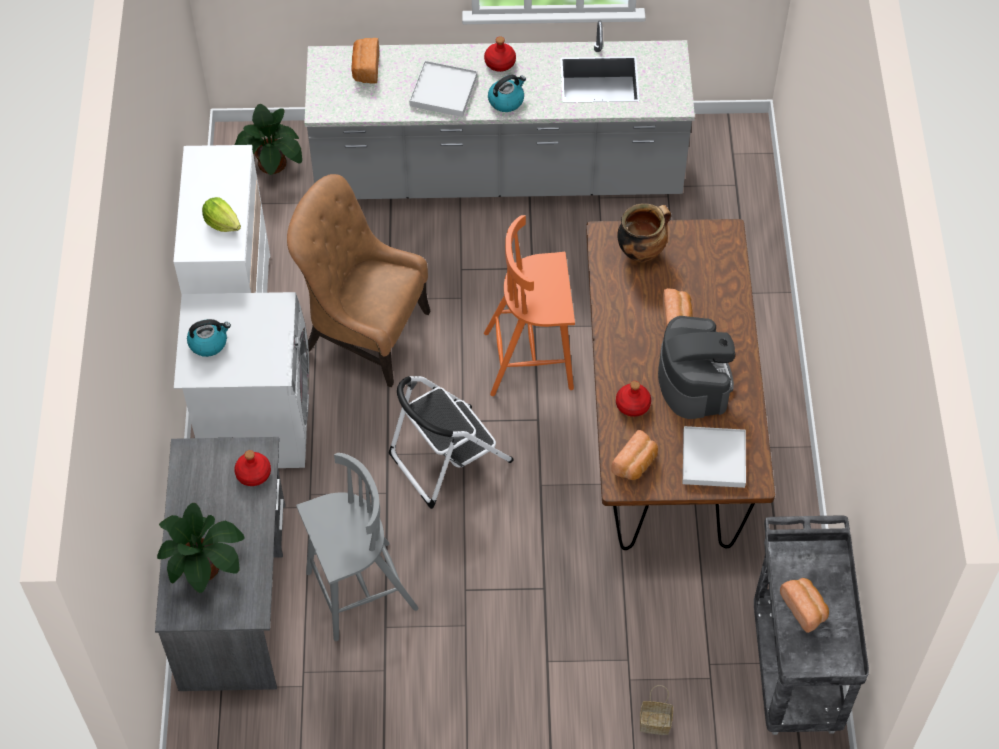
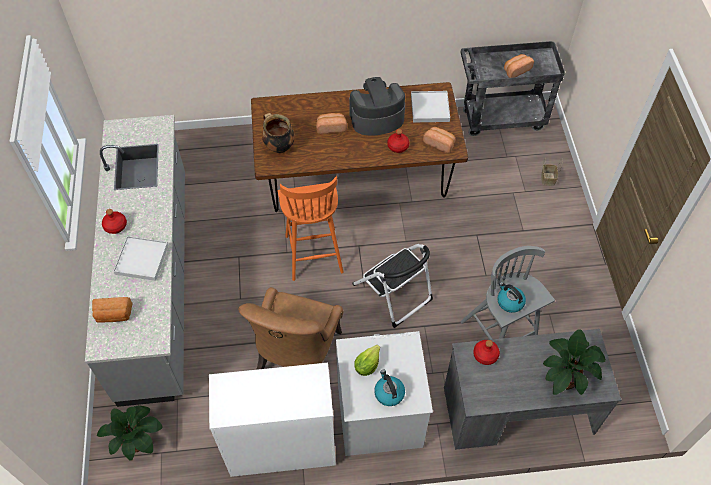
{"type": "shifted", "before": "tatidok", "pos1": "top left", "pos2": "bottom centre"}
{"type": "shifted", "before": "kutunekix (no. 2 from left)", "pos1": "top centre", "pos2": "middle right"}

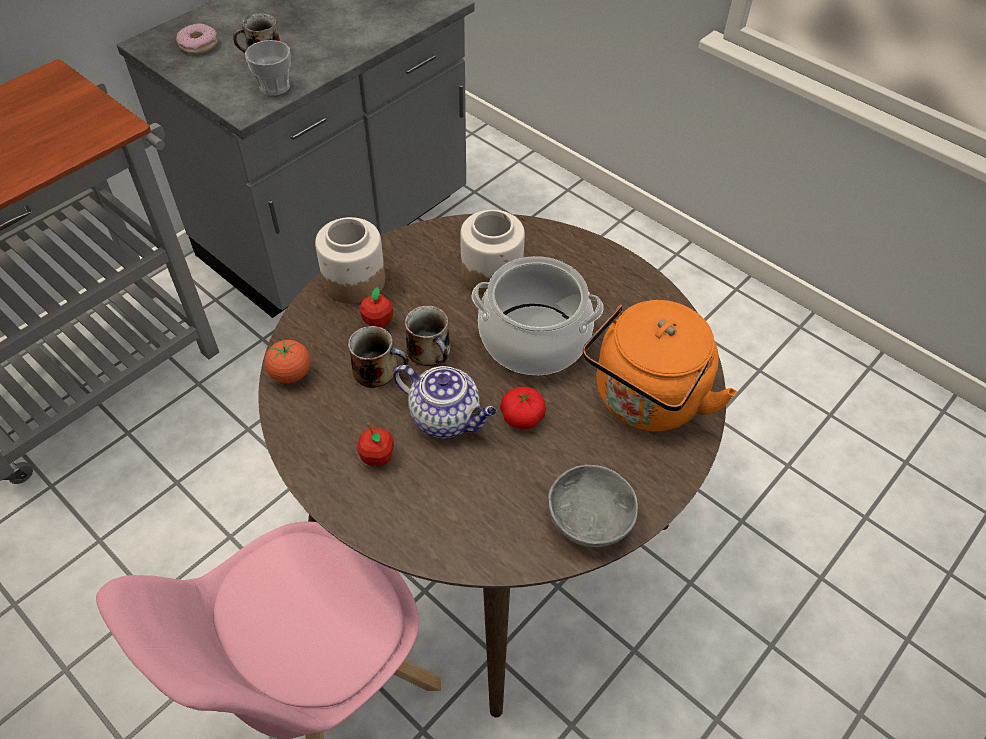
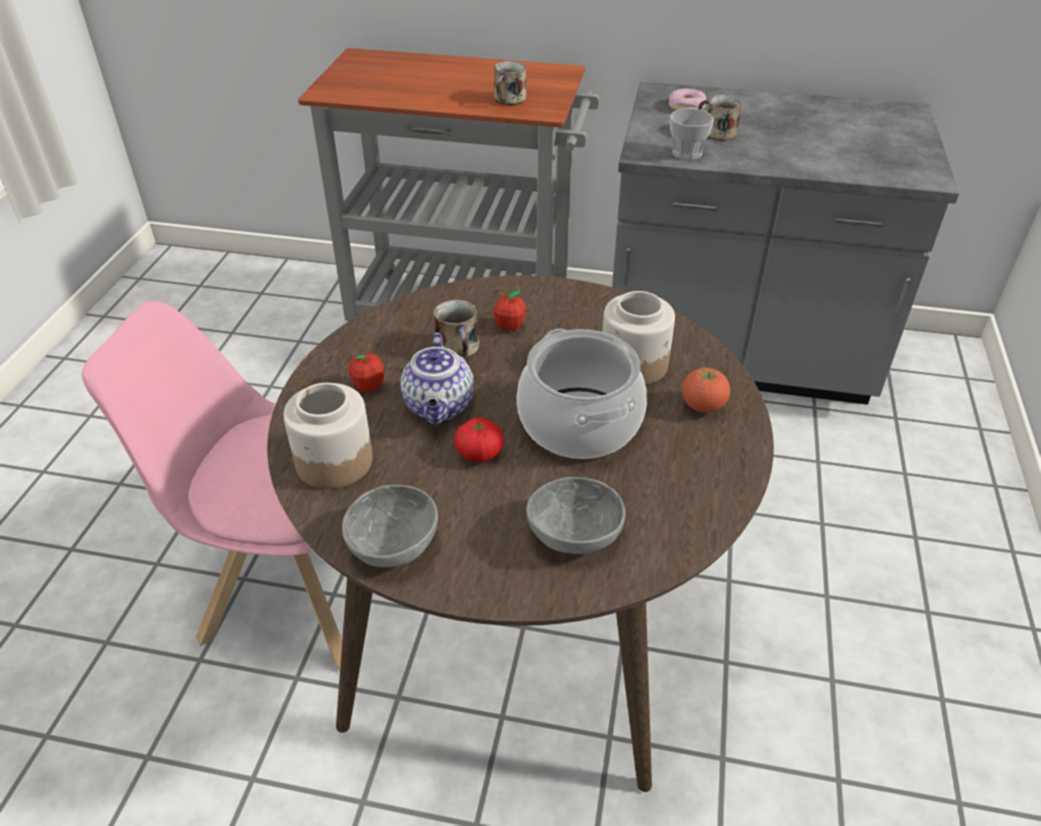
{"type": "shifted", "before": "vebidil (no. 1 from left)", "pos1": "centre", "pos2": "middle left"}
{"type": "shifted", "before": "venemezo (no. 3 from left in the first image)", "after": "venemezo (no. 2 from left)", "pos1": "centre", "pos2": "top centre"}
{"type": "swapped", "before": "orange_kutunekix", "after": "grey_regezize (no. 2 from left)", "pos1": "middle right", "pos2": "centre"}
{"type": "shifted", "before": "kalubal (no. 1 from left in the first image)", "after": "kalubal (no. 2 from left)", "pos1": "middle left", "pos2": "middle right"}

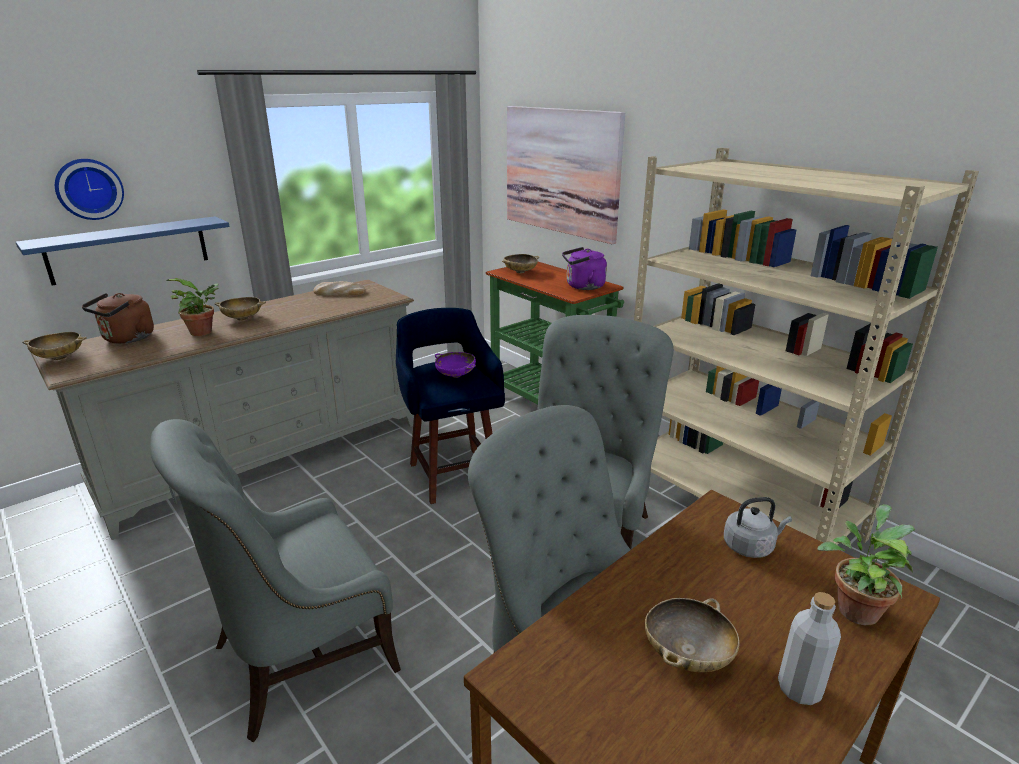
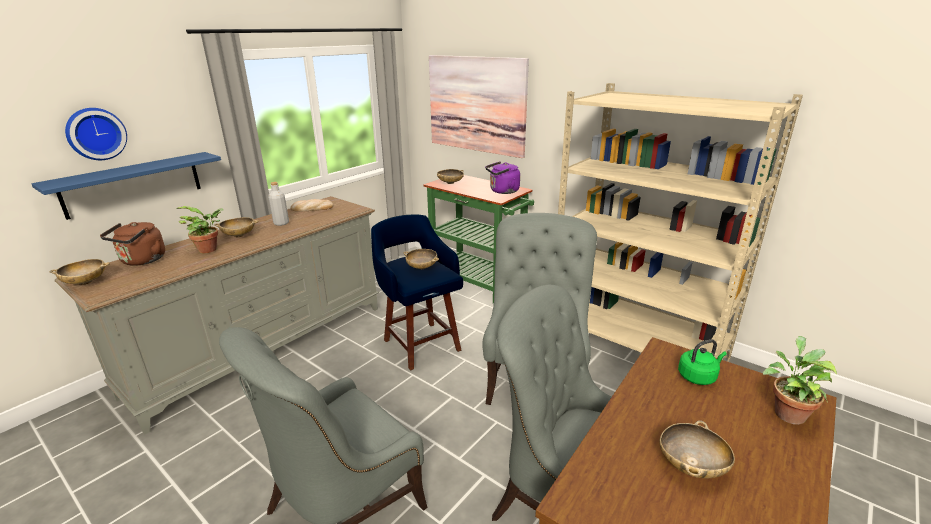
{"type": "shifted", "before": "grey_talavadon", "pos1": "bottom right", "pos2": "middle left"}
{"type": "repainted", "before": "purple_regezize", "after": "beige_regezize (no. 3 from left)", "pos1": "centre", "pos2": "centre"}
{"type": "repainted", "before": "grey_kutunekix", "after": "green_kutunekix", "pos1": "bottom right", "pos2": "bottom right"}

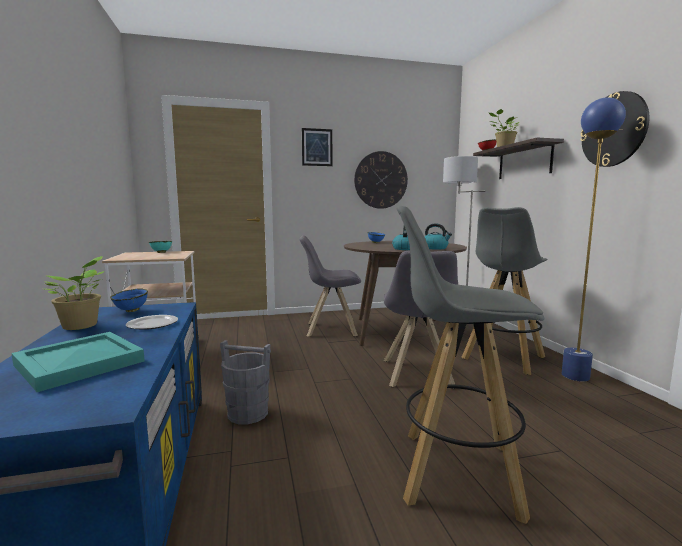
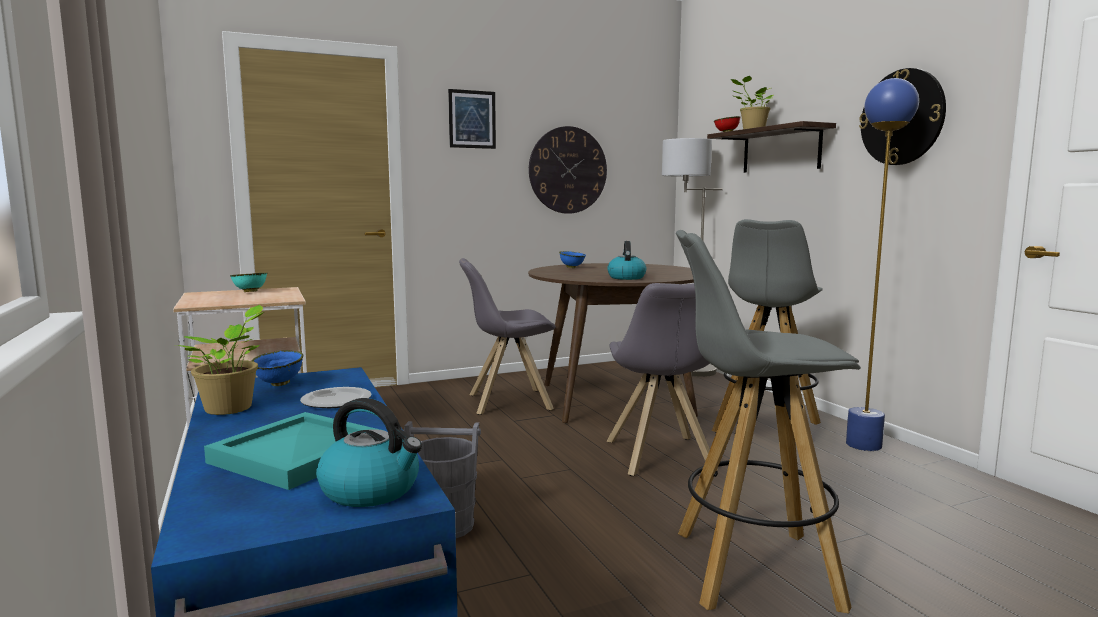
{"type": "shifted", "before": "kutunekix (no. 2 from left in the first image)", "after": "kutunekix (no. 1 from left)", "pos1": "centre", "pos2": "bottom centre"}

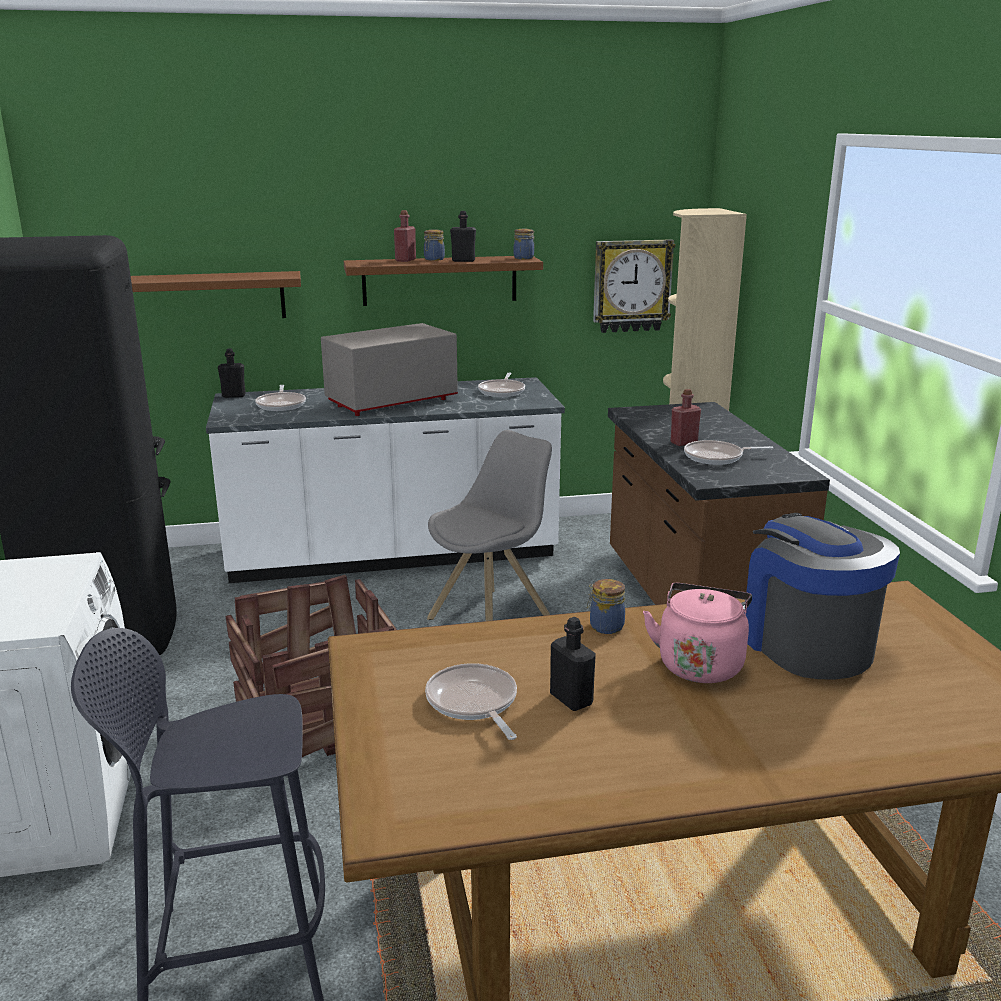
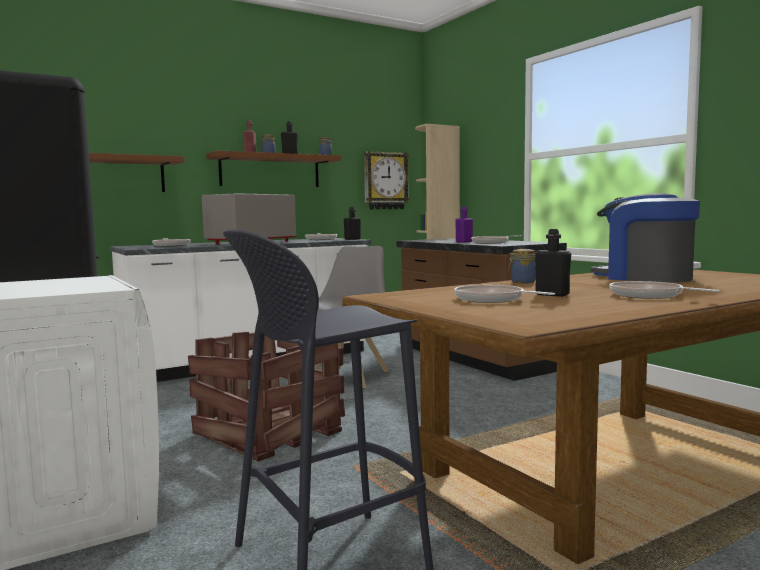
{"type": "shifted", "before": "black_talavadon (no. 1 from left in the first image)", "after": "black_talavadon (no. 2 from left)", "pos1": "middle left", "pos2": "centre"}
{"type": "repainted", "before": "red_talavadon (no. 2 from left)", "after": "purple_talavadon", "pos1": "middle right", "pos2": "centre"}
{"type": "new", "after": "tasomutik (no. 5 from left)", "pos2": "middle right"}
{"type": "gone", "before": "pink_kutunekix", "pos1": "middle right"}

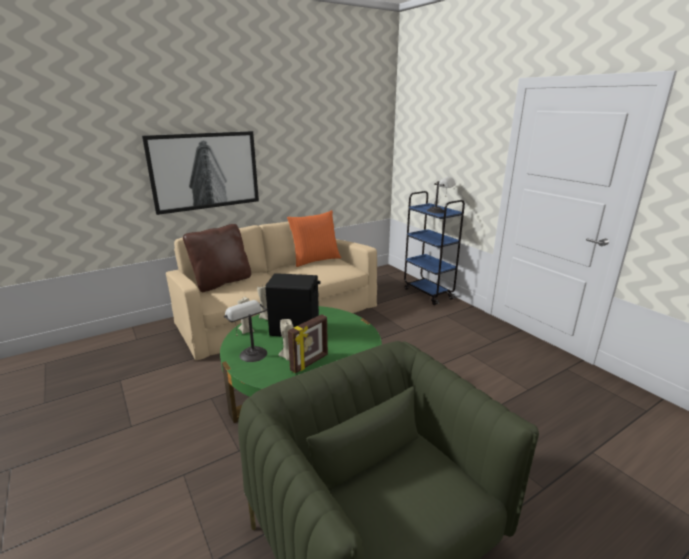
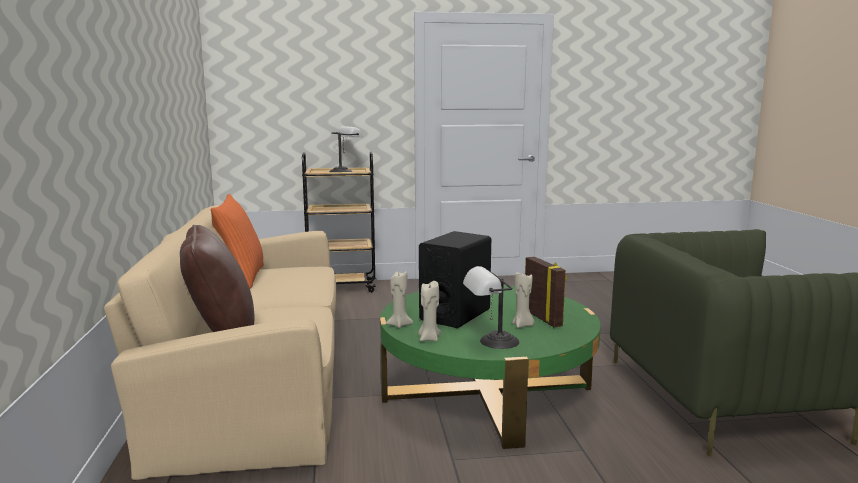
{"type": "repainted", "before": "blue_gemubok", "after": "brown_gemubok", "pos1": "centre", "pos2": "centre"}
{"type": "gone", "before": "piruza", "pos1": "top left"}

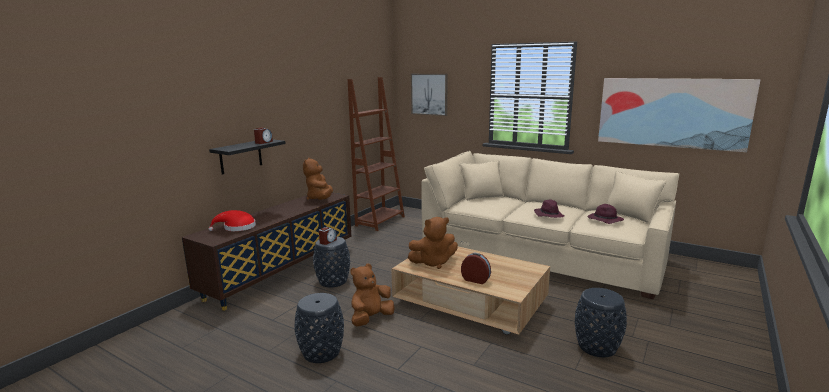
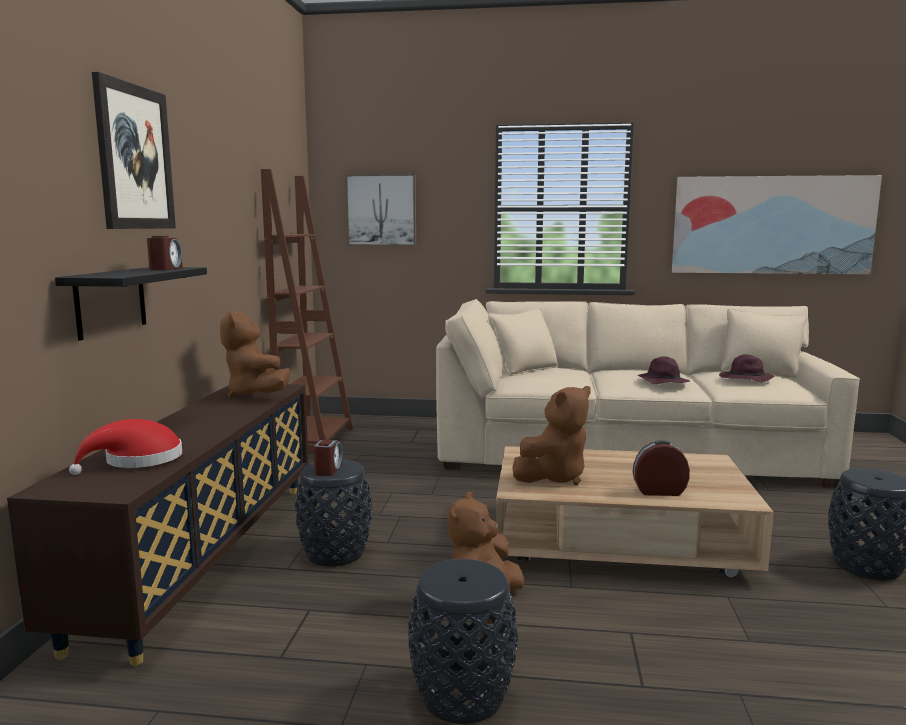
{"type": "new", "after": "piruza (no. 1 from left)", "pos2": "top left"}

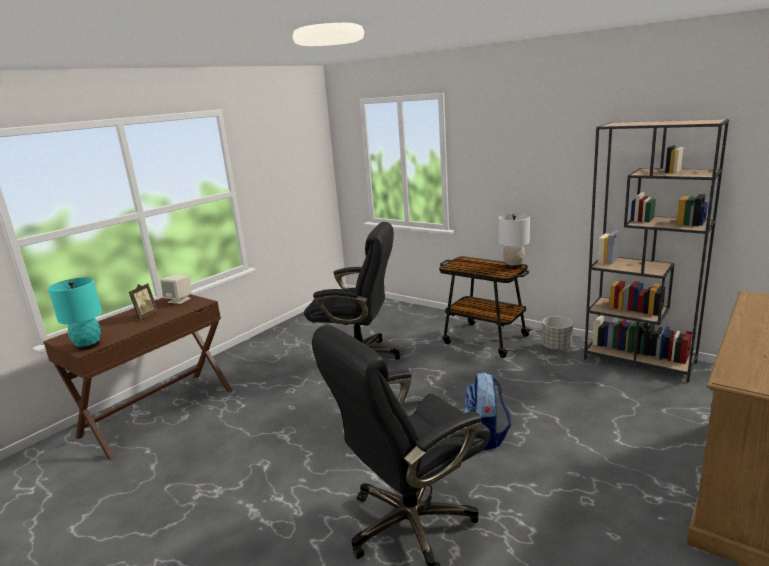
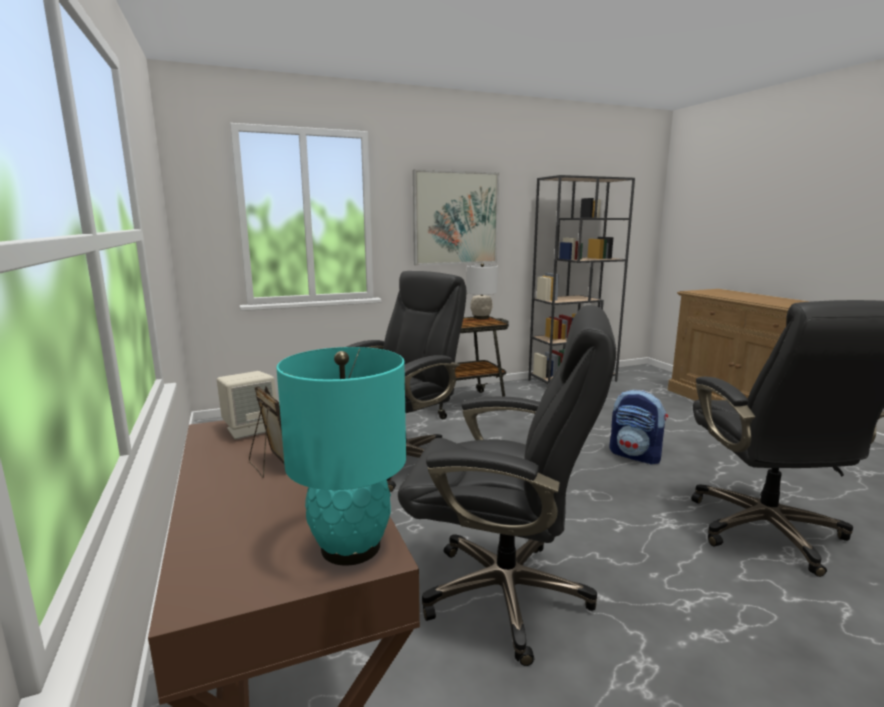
{"type": "new", "after": "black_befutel (no. 2 from left)", "pos2": "bottom centre"}
{"type": "new", "after": "piruza", "pos2": "top centre"}
{"type": "gone", "before": "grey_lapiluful", "pos1": "middle right"}

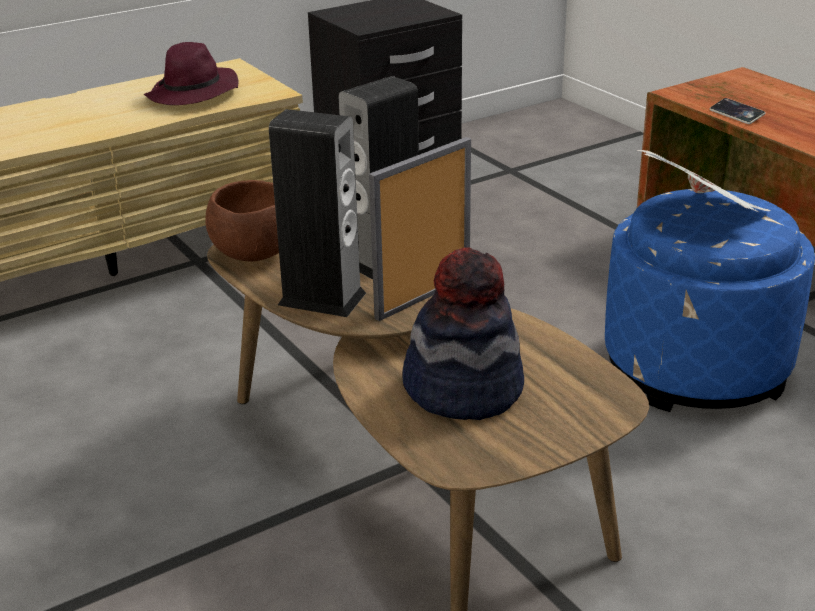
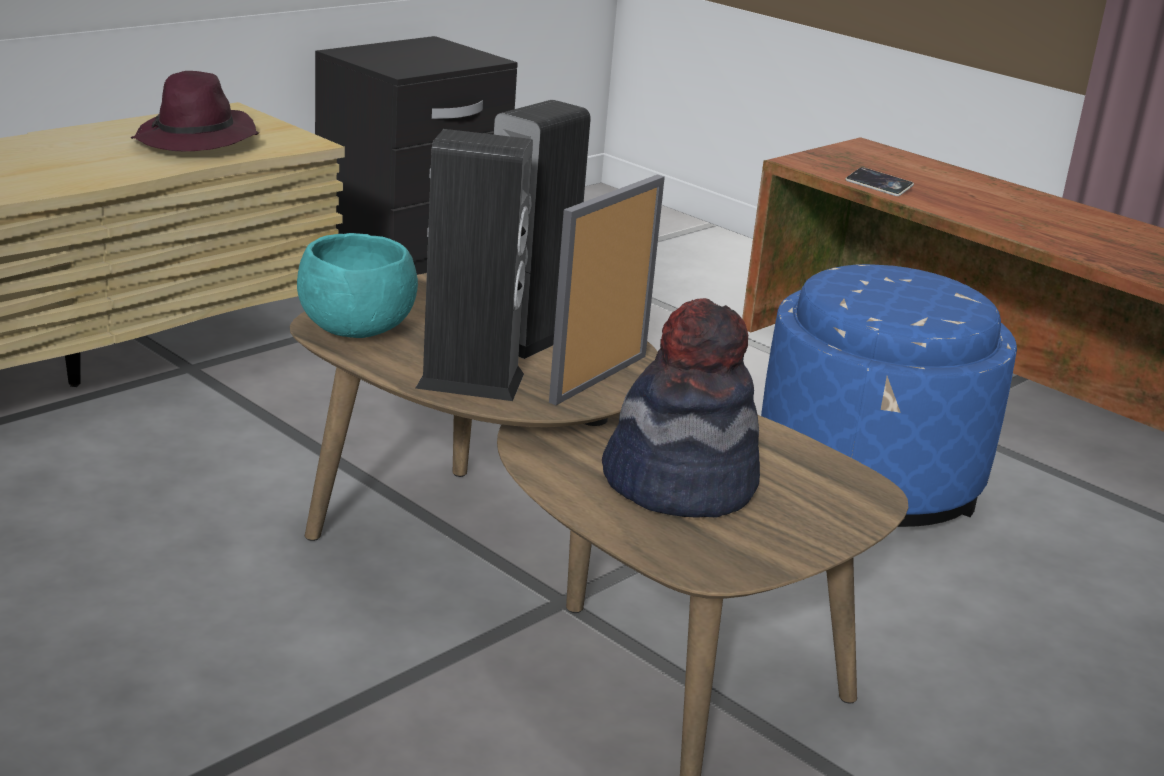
{"type": "repainted", "before": "brown_regezize", "after": "turquoise_regezize", "pos1": "middle left", "pos2": "middle left"}
{"type": "gone", "before": "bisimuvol", "pos1": "top right"}

